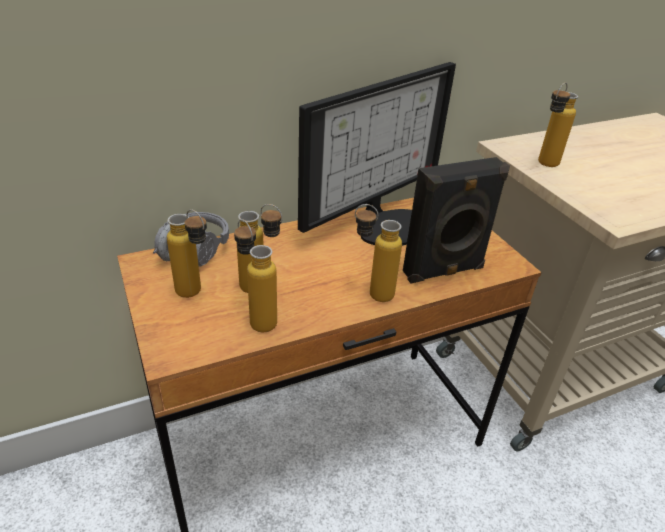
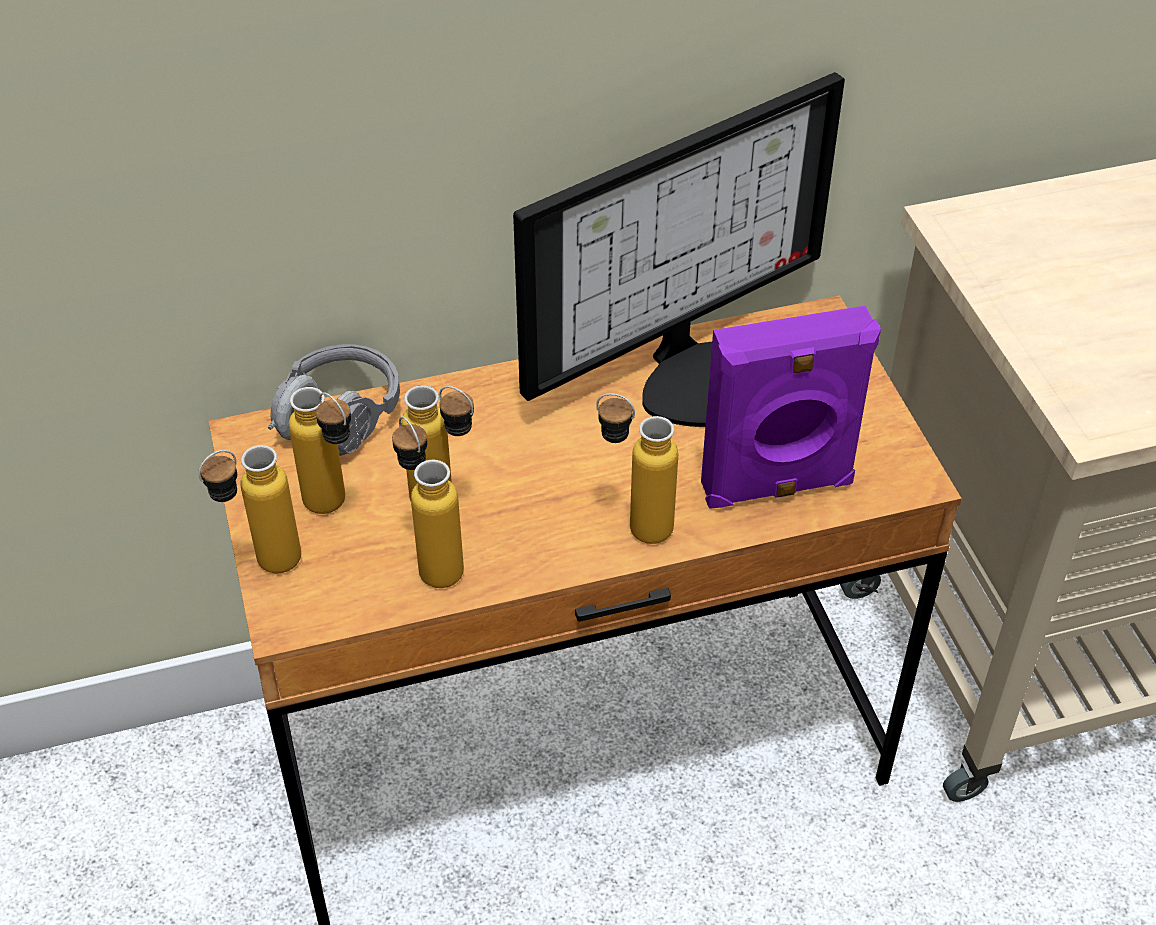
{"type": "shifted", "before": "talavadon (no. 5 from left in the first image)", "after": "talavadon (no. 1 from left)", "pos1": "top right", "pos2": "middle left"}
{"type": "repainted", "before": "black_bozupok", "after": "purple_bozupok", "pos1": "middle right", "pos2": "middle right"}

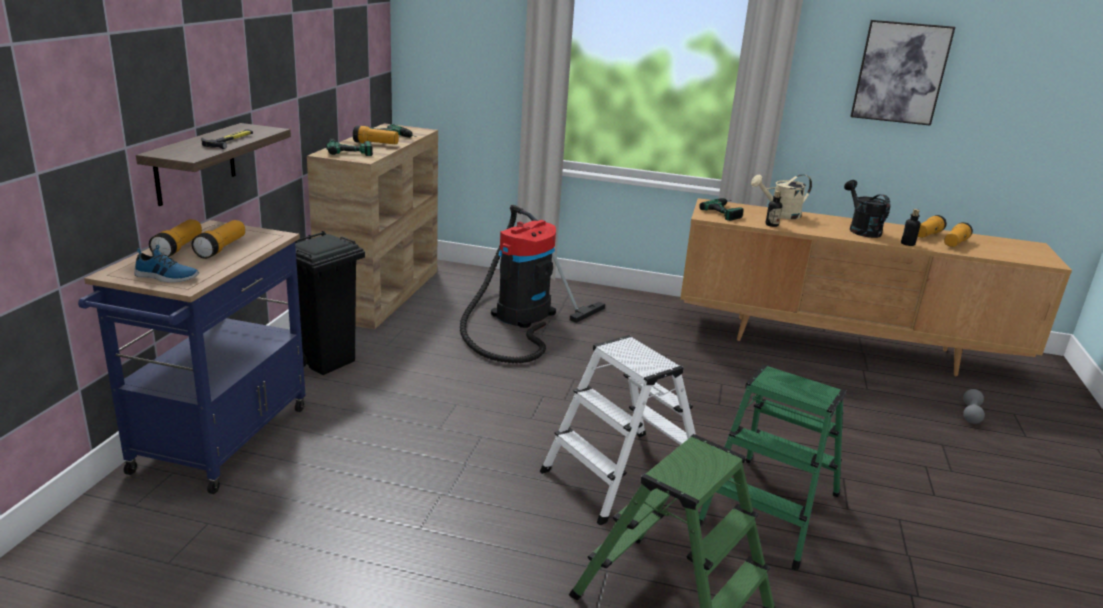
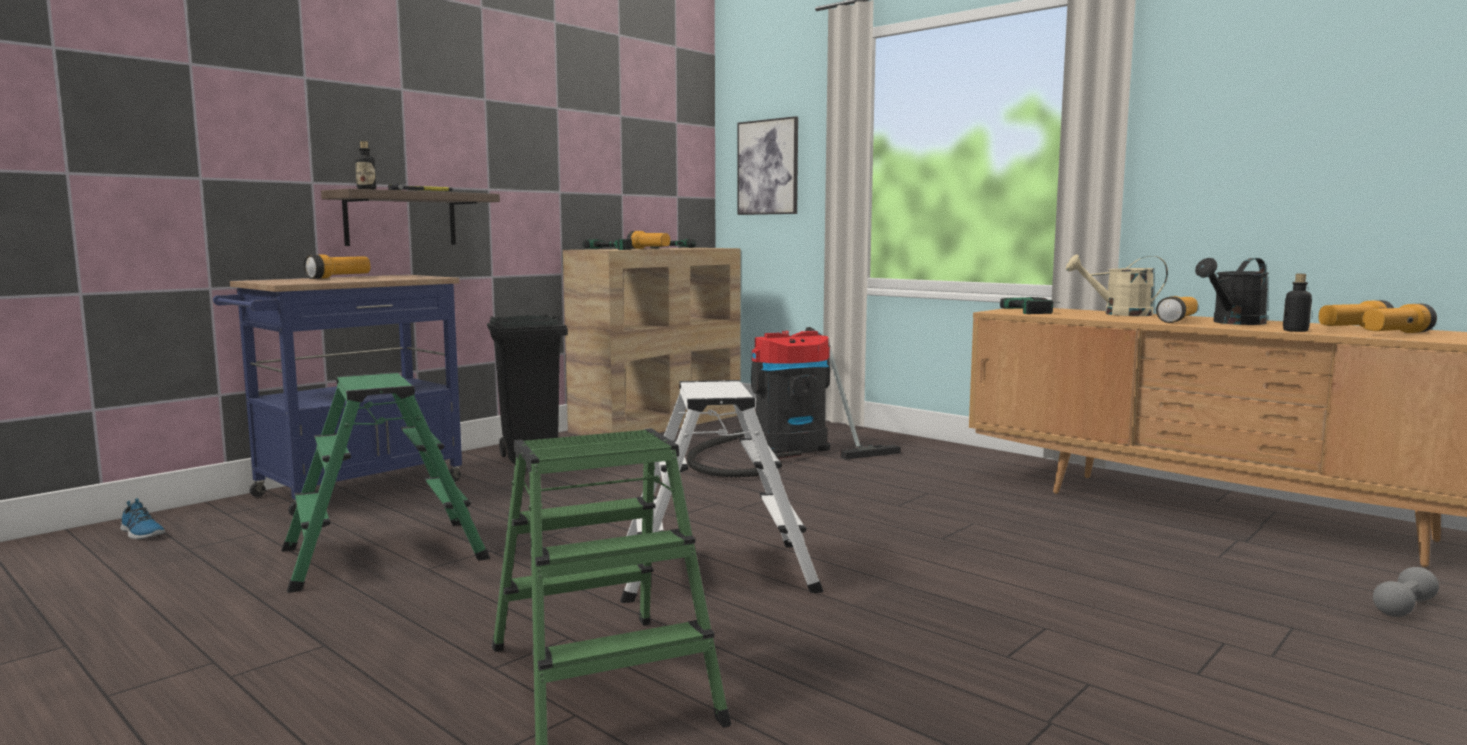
{"type": "shifted", "before": "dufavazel", "pos1": "middle left", "pos2": "bottom left"}
{"type": "shifted", "before": "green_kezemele (no. 2 from left in the first image)", "after": "green_kezemele (no. 1 from left)", "pos1": "bottom right", "pos2": "middle left"}
{"type": "shifted", "before": "talavadon (no. 1 from left)", "pos1": "middle right", "pos2": "top left"}
{"type": "shifted", "before": "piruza", "pos1": "top right", "pos2": "top centre"}
{"type": "shifted", "before": "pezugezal (no. 2 from left in the first image)", "after": "pezugezal (no. 3 from left)", "pos1": "middle left", "pos2": "middle right"}
{"type": "rotated", "before": "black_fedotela", "pos1": "middle right", "pos2": "middle right", "turn": -135}

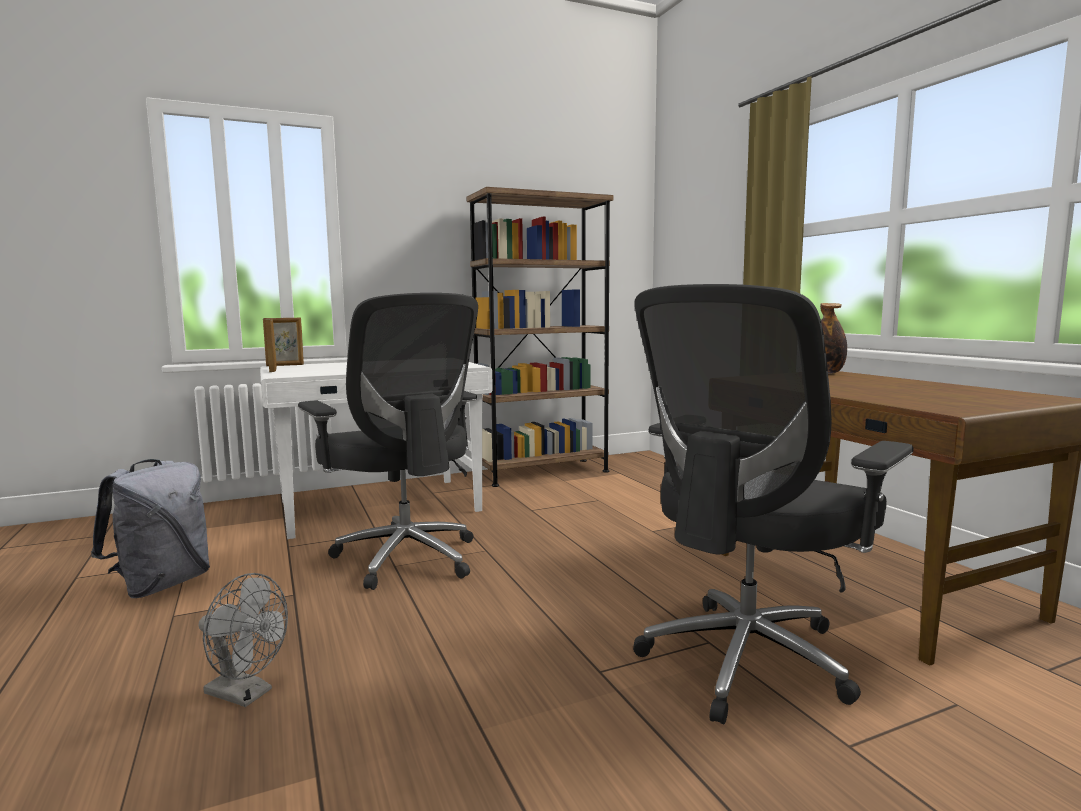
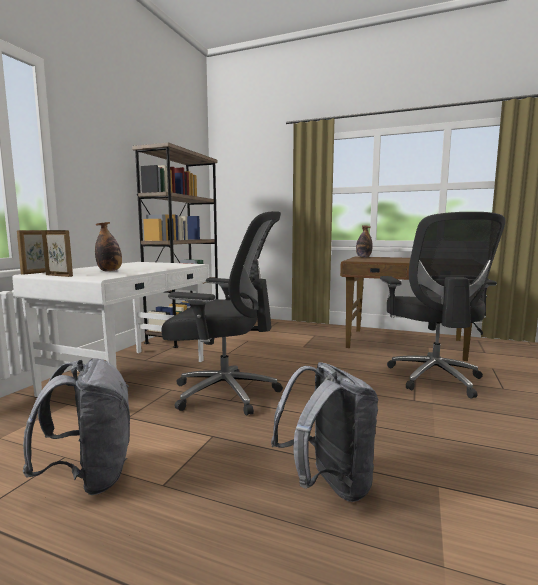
{"type": "new", "after": "talavadon (no. 1 from left)", "pos2": "middle left"}
{"type": "swapped", "before": "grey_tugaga", "after": "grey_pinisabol (no. 2 from left)", "pos1": "bottom left", "pos2": "bottom centre"}

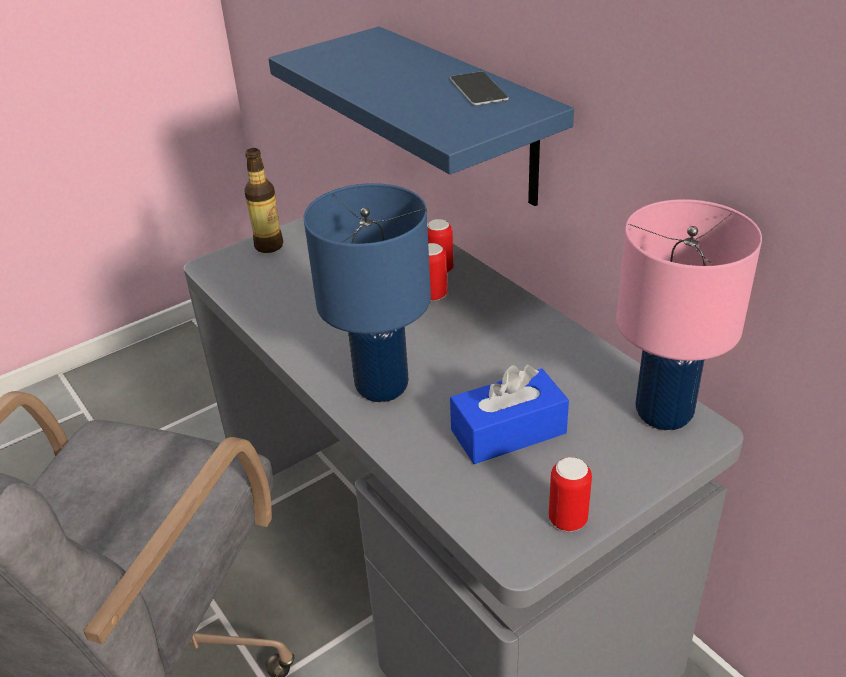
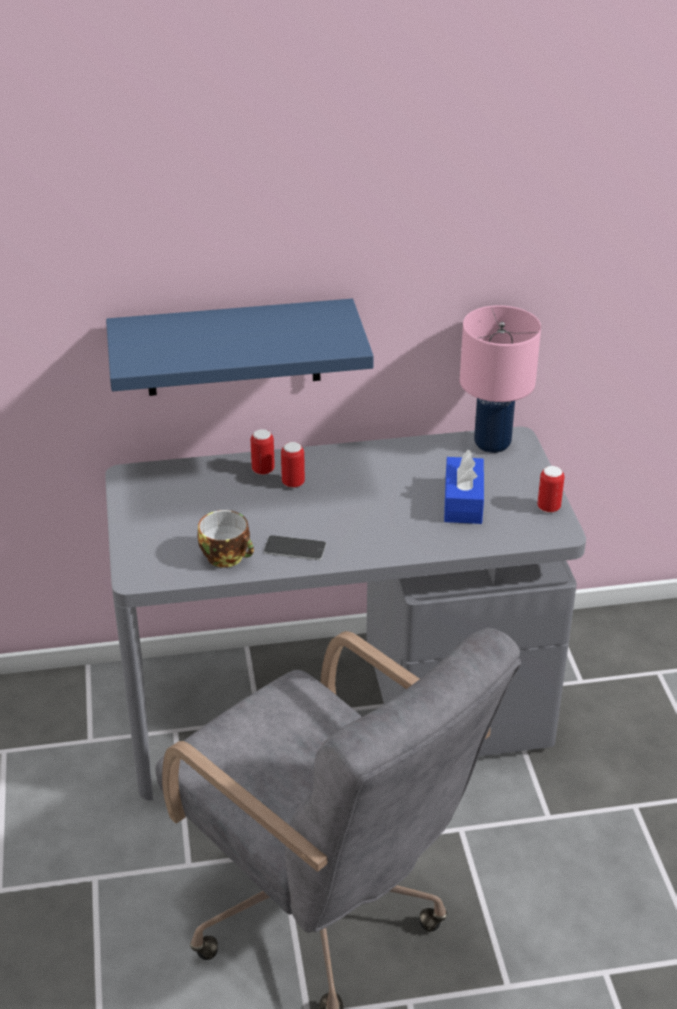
{"type": "new", "after": "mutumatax", "pos2": "centre"}
{"type": "shifted", "before": "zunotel", "pos1": "top centre", "pos2": "centre"}
{"type": "gone", "before": "talavadon", "pos1": "top left"}
{"type": "gone", "before": "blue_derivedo", "pos1": "centre"}

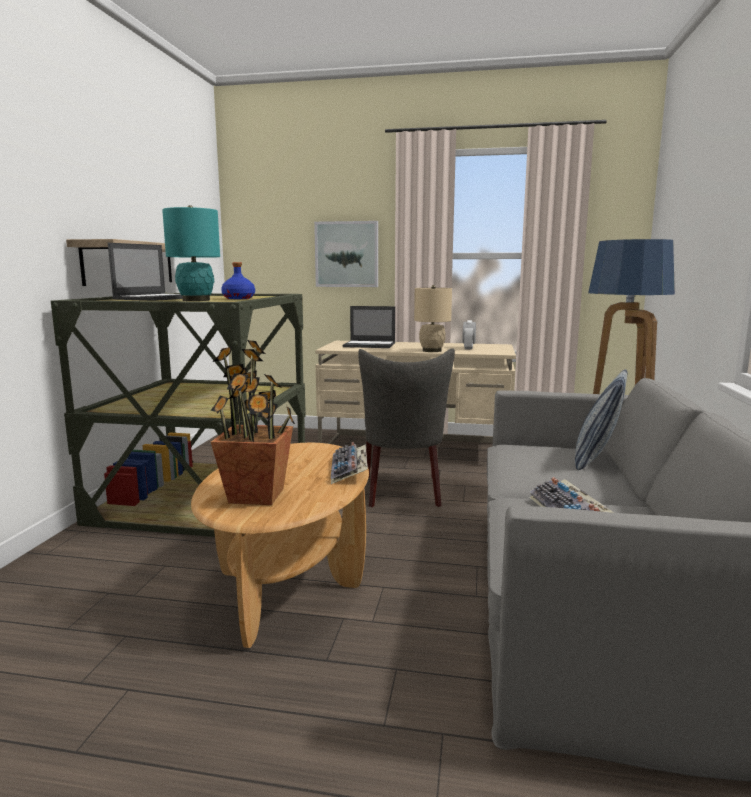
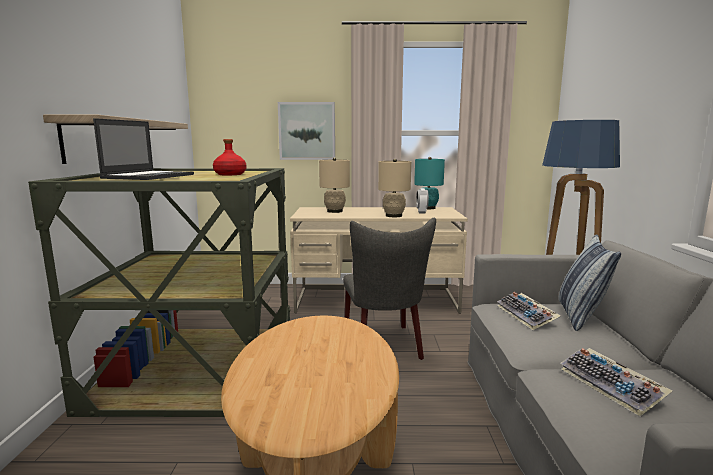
{"type": "repainted", "before": "blue_talavadon", "after": "red_talavadon", "pos1": "middle left", "pos2": "top left"}
{"type": "swapped", "before": "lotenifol (no. 2 from left)", "after": "beige_derivedo (no. 1 from left)", "pos1": "centre", "pos2": "centre"}
{"type": "shifted", "before": "turquoise_derivedo", "pos1": "top left", "pos2": "centre"}
{"type": "shifted", "before": "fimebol (no. 1 from left)", "pos1": "centre", "pos2": "middle right"}
{"type": "gone", "before": "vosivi", "pos1": "centre"}

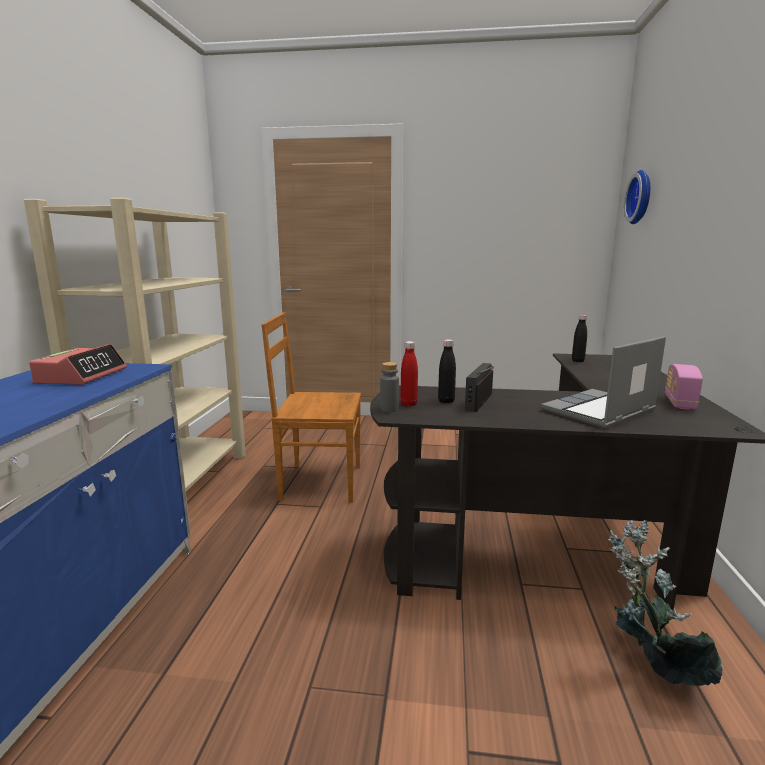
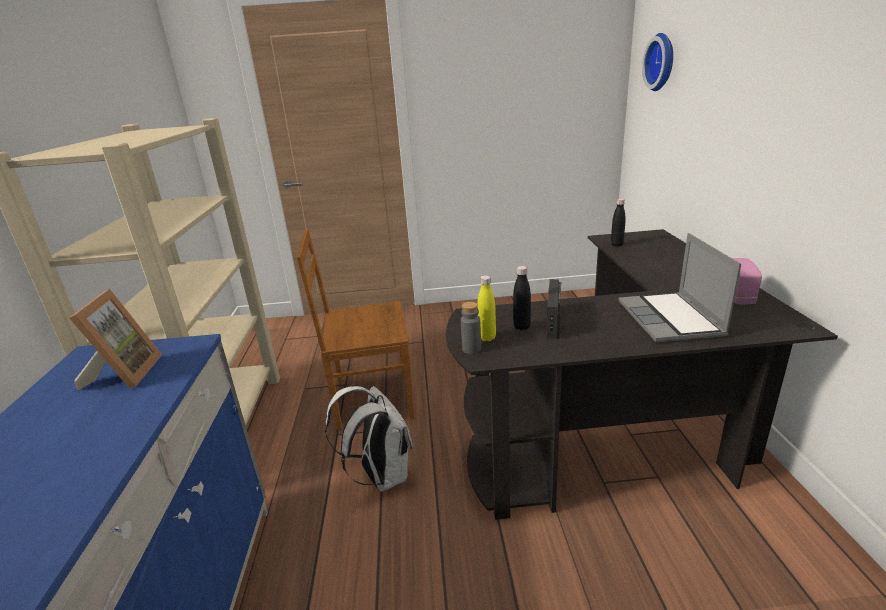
{"type": "swapped", "before": "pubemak", "after": "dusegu", "pos1": "middle left", "pos2": "middle left"}
{"type": "new", "after": "white_pinisabol", "pos2": "bottom centre"}
{"type": "repainted", "before": "red_talavadon", "after": "yellow_talavadon", "pos1": "centre", "pos2": "centre"}
{"type": "rotated", "before": "lotenifol", "pos1": "middle right", "pos2": "middle right", "turn": -45}
{"type": "gone", "before": "vosivi", "pos1": "bottom right"}

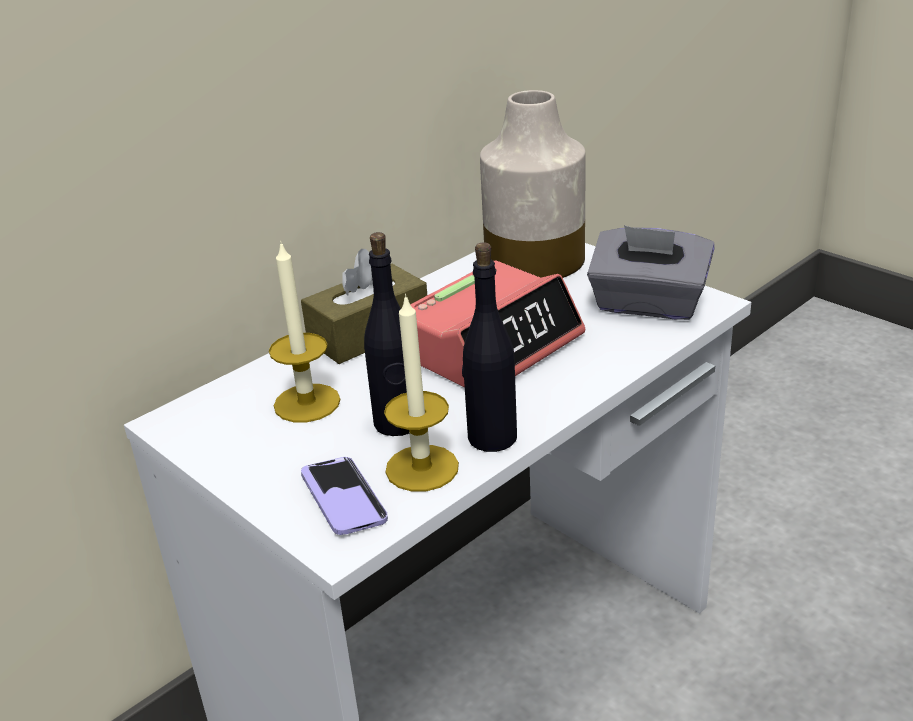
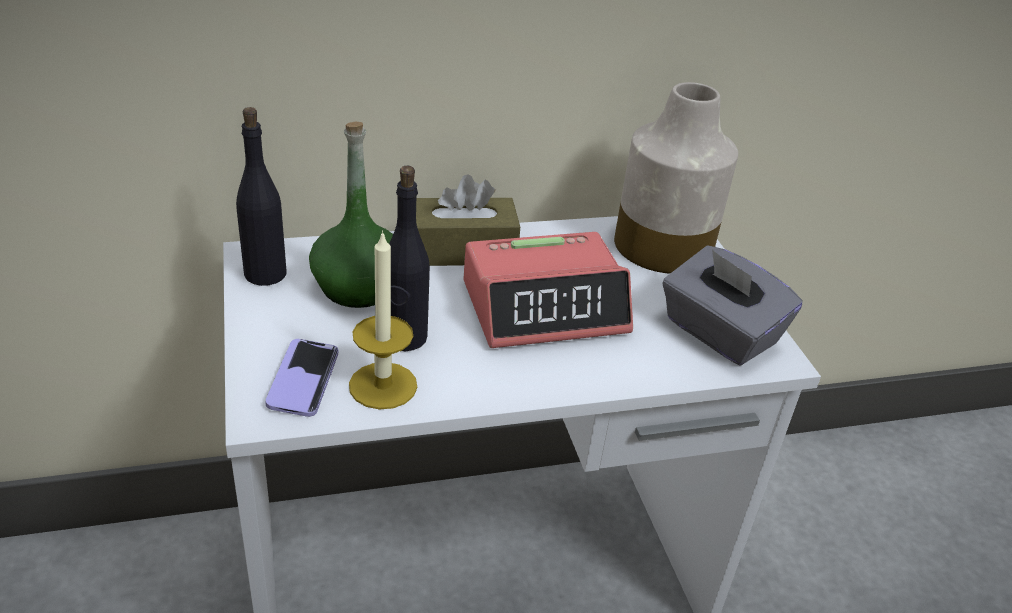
{"type": "shifted", "before": "black_talavadon (no. 2 from left in the first image)", "after": "black_talavadon (no. 1 from left)", "pos1": "centre", "pos2": "top left"}
{"type": "swapped", "before": "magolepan (no. 1 from left)", "after": "green_talavadon", "pos1": "middle left", "pos2": "centre"}

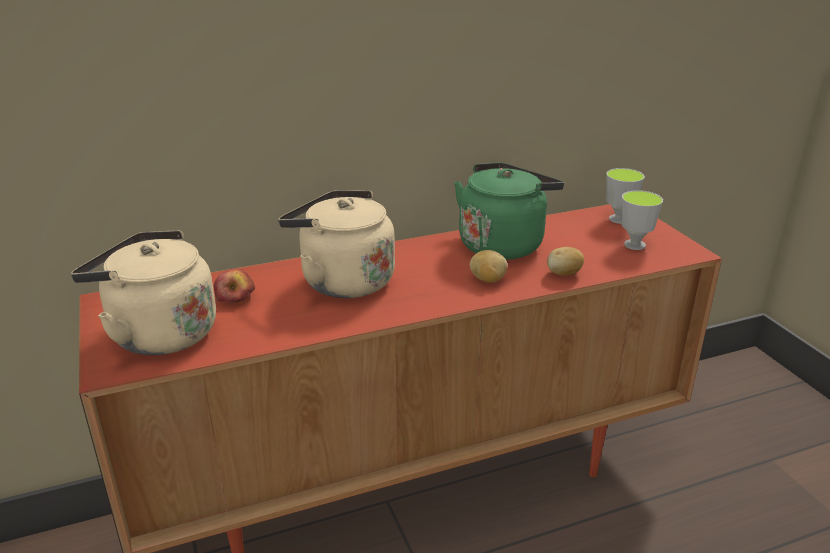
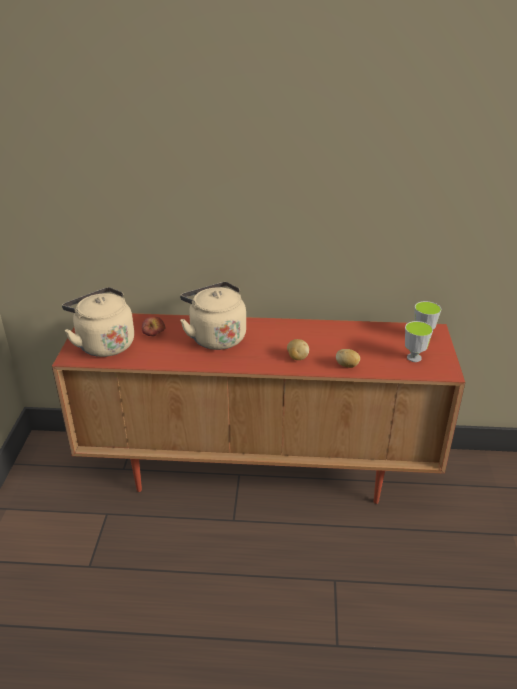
{"type": "gone", "before": "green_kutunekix", "pos1": "centre"}

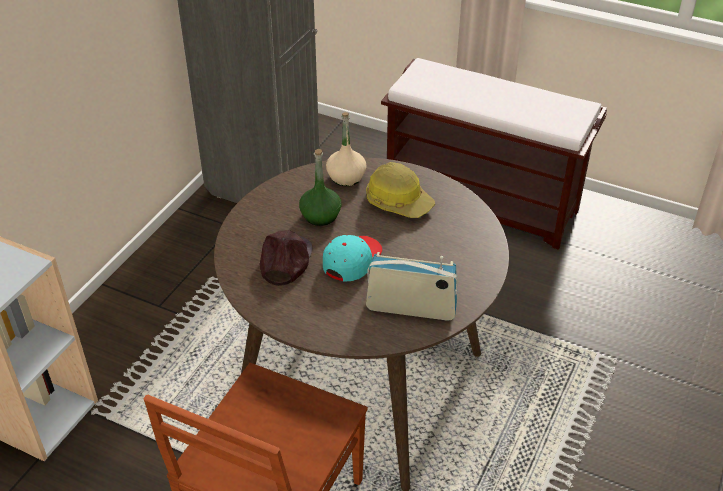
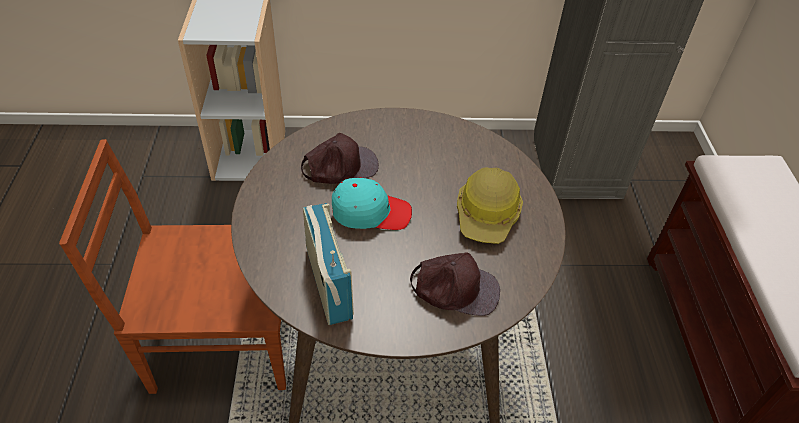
{"type": "new", "after": "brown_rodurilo (no. 2 from left)", "pos2": "bottom centre"}
{"type": "gone", "before": "green_talavadon", "pos1": "centre"}
{"type": "gone", "before": "beige_talavadon", "pos1": "top centre"}

